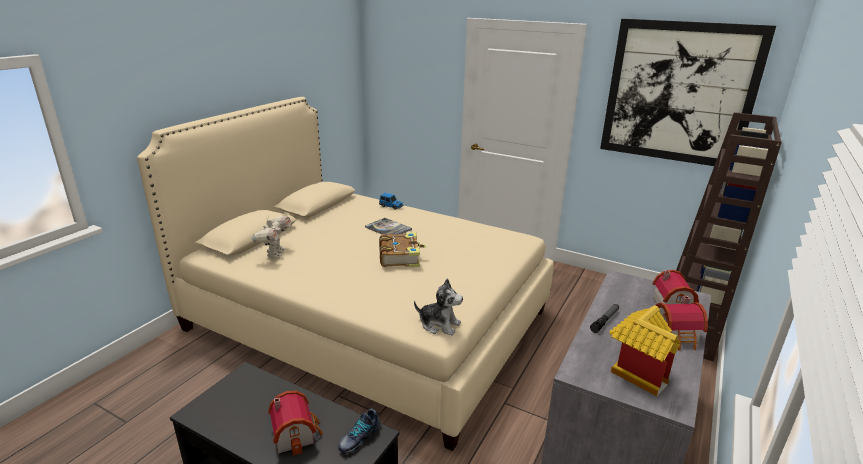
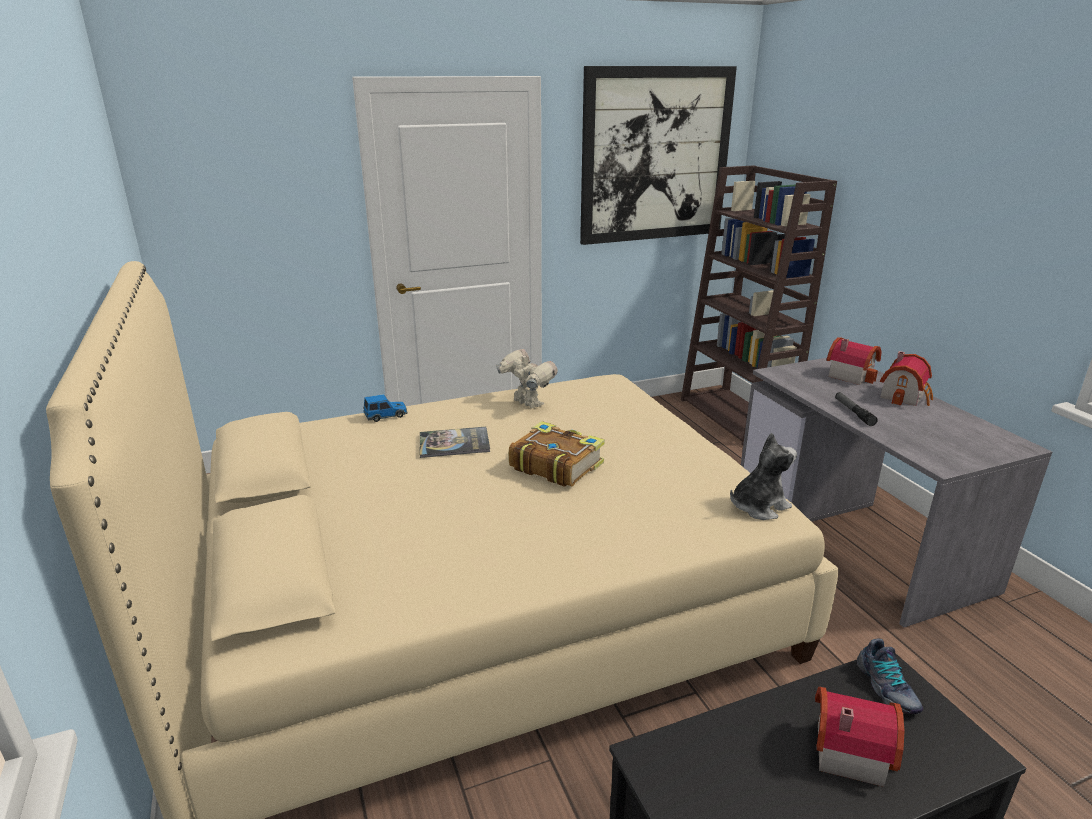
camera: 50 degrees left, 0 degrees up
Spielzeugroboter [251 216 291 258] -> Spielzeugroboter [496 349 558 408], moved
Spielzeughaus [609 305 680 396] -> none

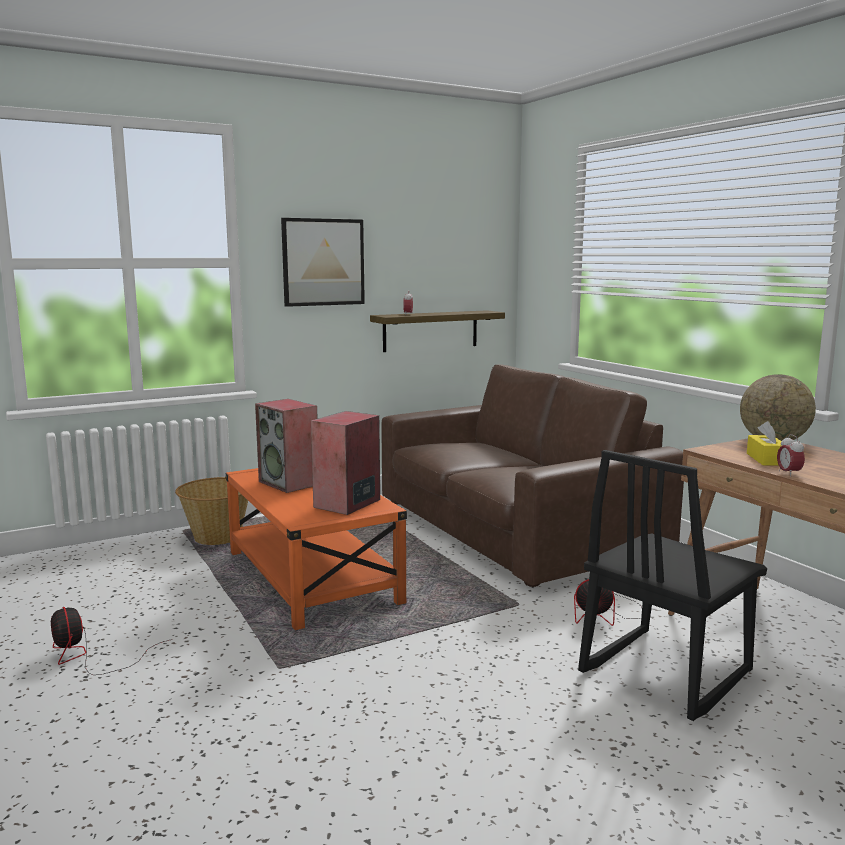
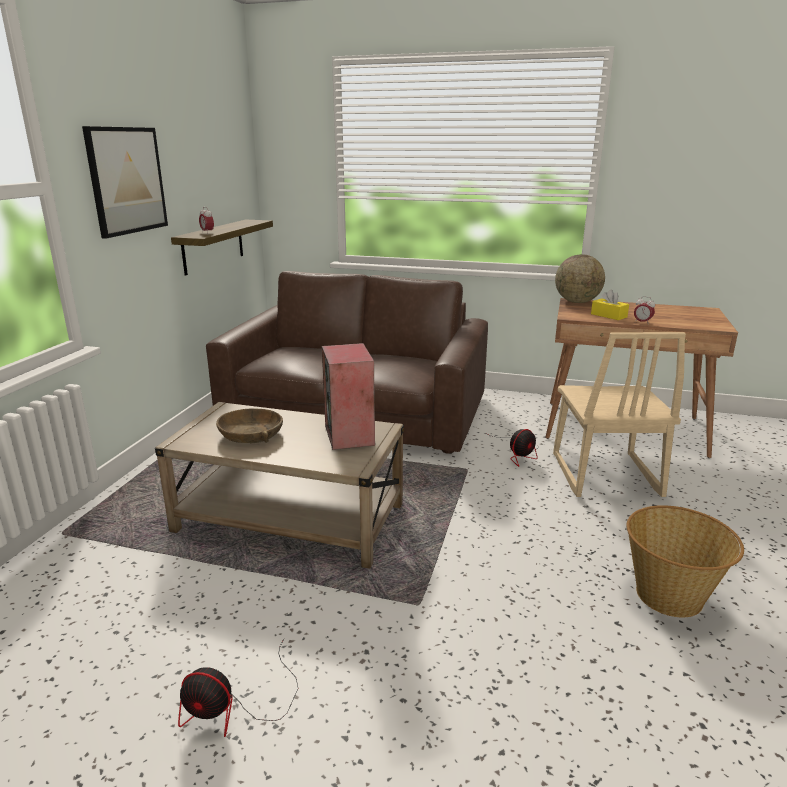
camera: 45 degrees left, 10 degrees up
Lautsprecher [255 399 318 493] -> Schüssel [braun] [216 408 283 443]
Stuhl [schwarz] [578 450 767 721] -> Stuhl [beige] [553 332 686 497]
Couchtisch [orange] [225 468 407 630] -> Couchtisch [beige] [155 402 404 569]
Korb [175 477 248 545] -> Korb [627 505 744 618], moved

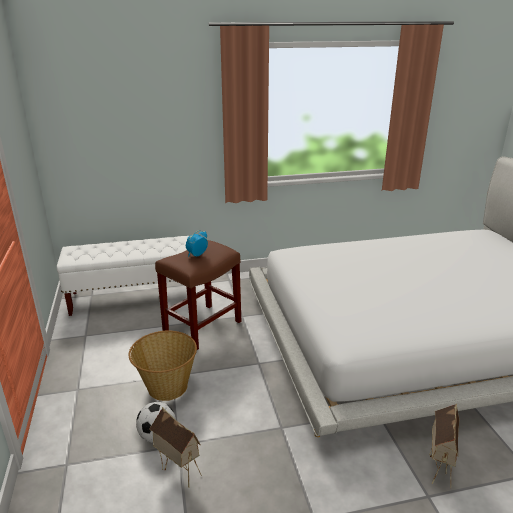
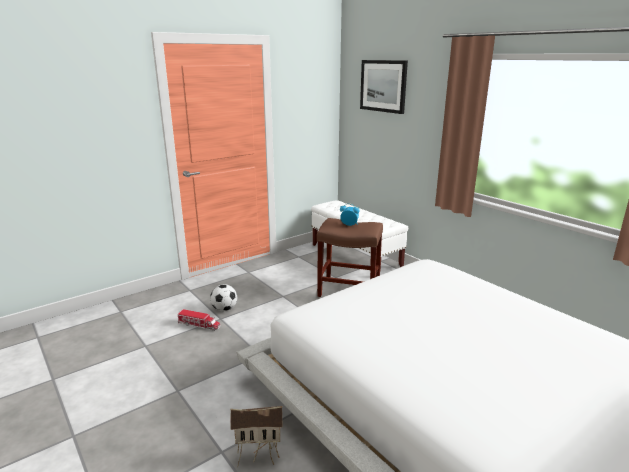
camera: 65 degrees right, 5 degrees down
Korb [129 331 197 401] -> none
Spielzeughaus [149 407 202 488] -> Spielzeuglaster [178 309 221 331]
none -> Bild [360 60 408 114]

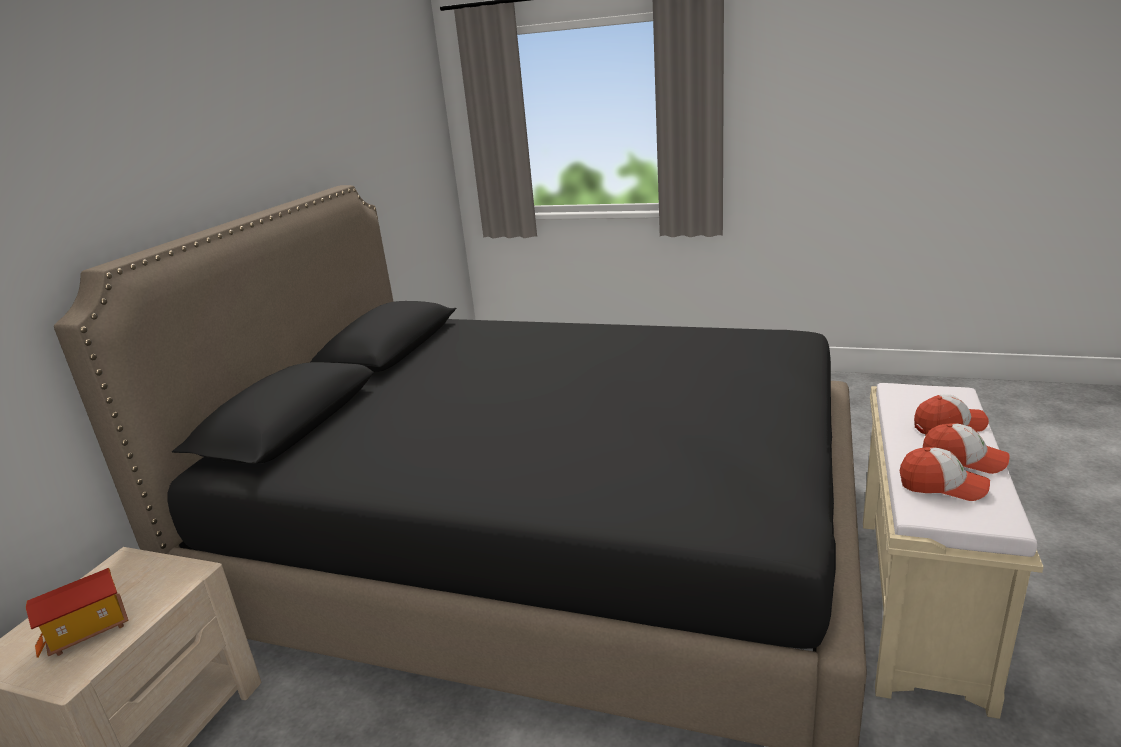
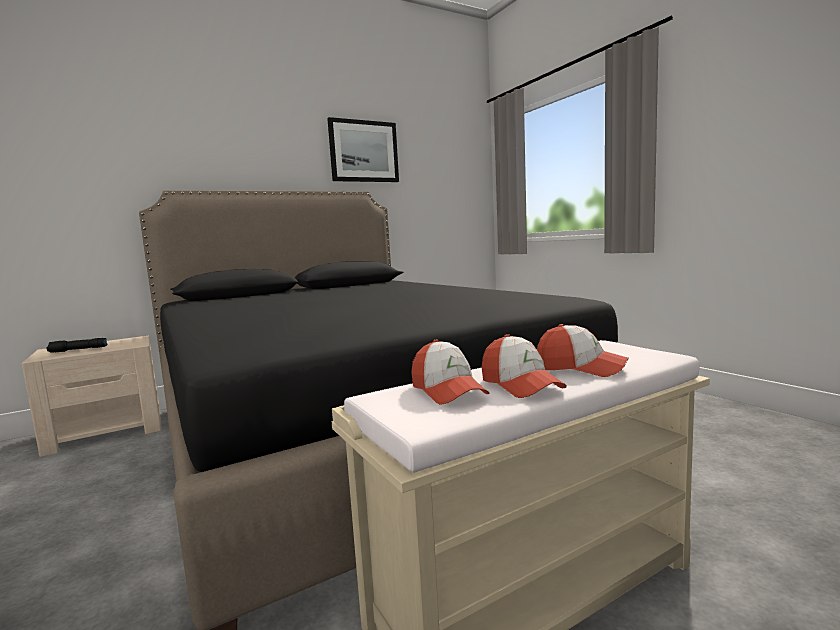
camera: 40 degrees right, 15 degrees down
Spielzeughaus [26 568 128 658] -> Taschenlampe [schwarz] [46 338 107 353]
none -> Bild [327 117 399 182]

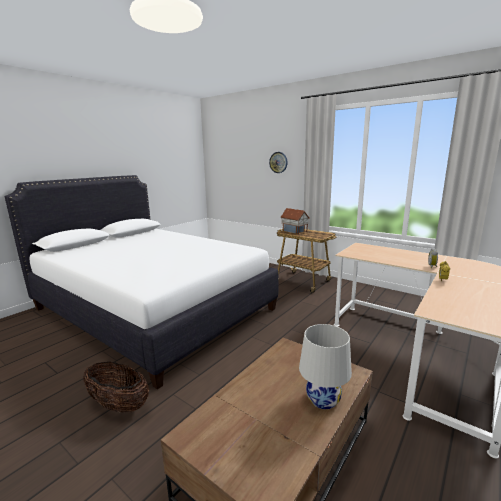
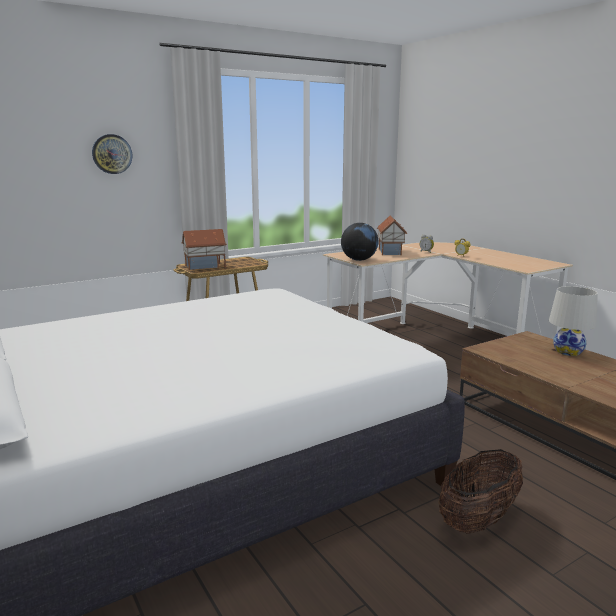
camera: 70 degrees left, 0 degrees up
none -> Spielzeughaus [377 215 407 255]
none -> Globus [341 223 379 261]

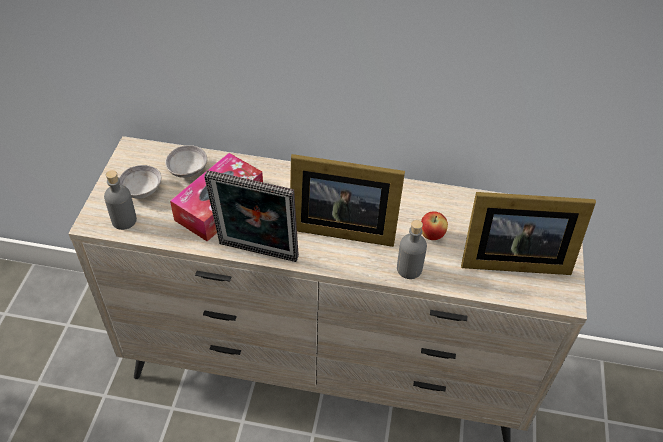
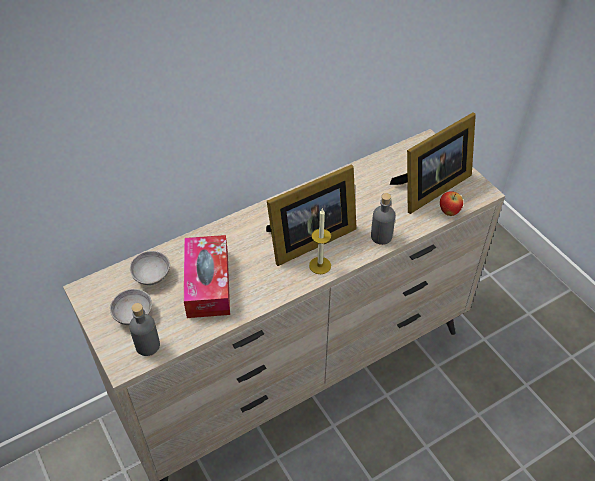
camera: 40 degrees left, 0 degrees up
Bilderrahmen [204 170 299 262] -> none
Apfel [421 211 448 240] -> Apfel [440 191 463 216], moved
none -> Kerze [309 208 331 274]

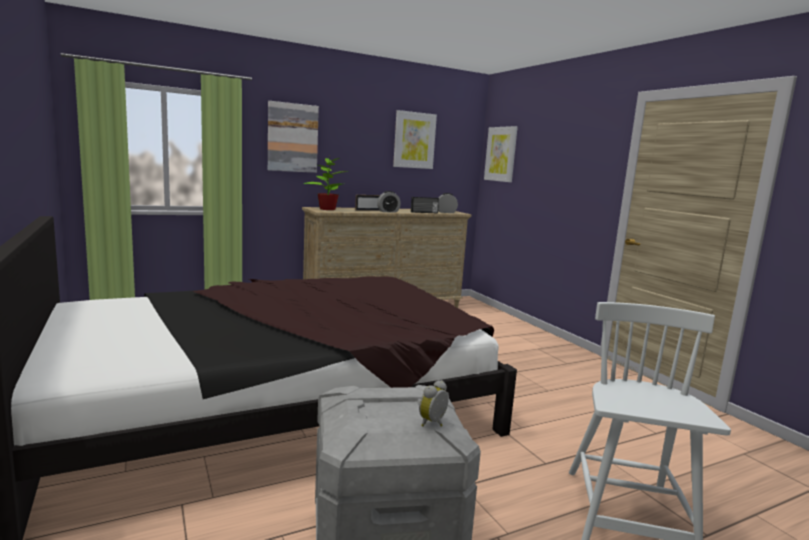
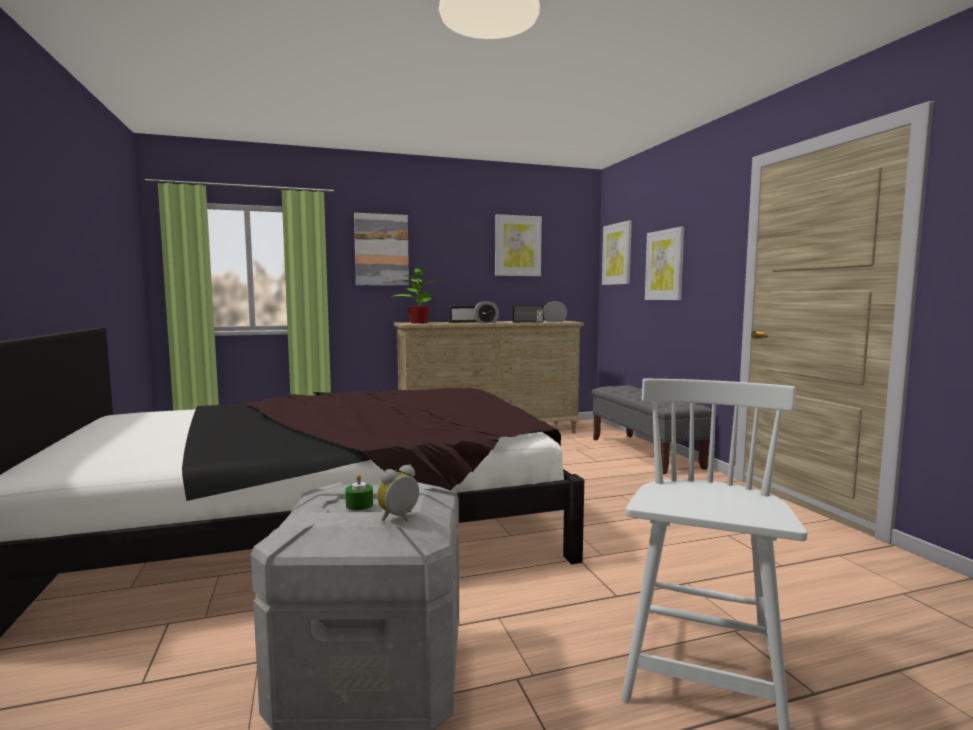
camera: 10 degrees right, 5 degrees down
none -> Bild [645 227 684 300]
none -> Bank [grau] [592 386 712 474]
none -> Kerze [grün] [345 474 373 510]

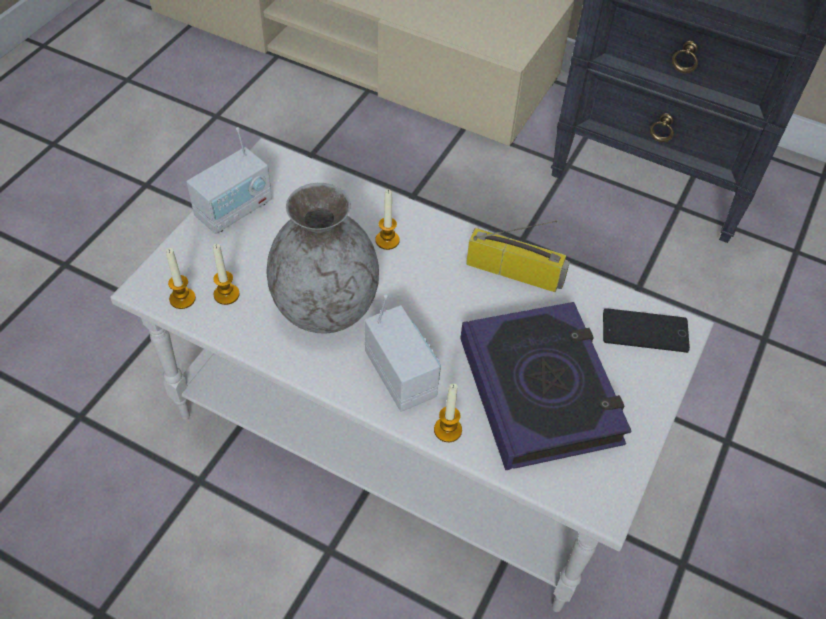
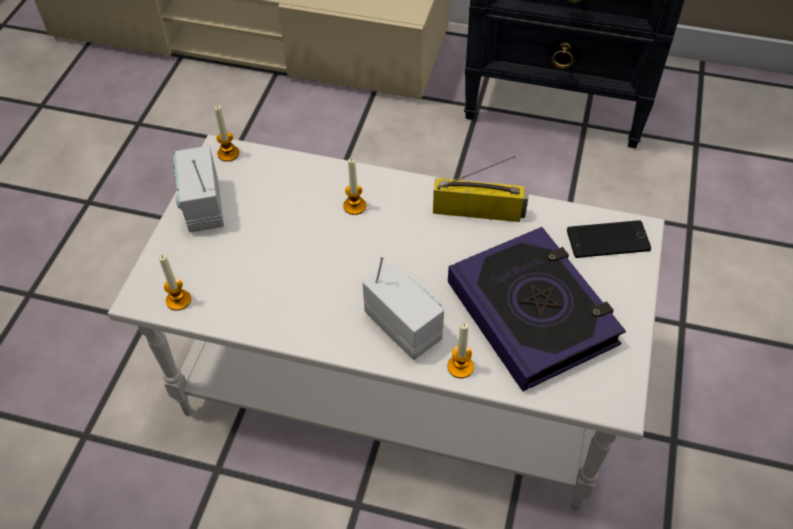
camera: 10 degrees left, 0 degrees up
Radio [186 127 272 234] -> Radio [173 146 224 232], 135 degrees clockwise
Vase [grau] [267 183 379 334] -> none
Kerze [213 244 240 305] -> Kerze [215 105 239 162], moved

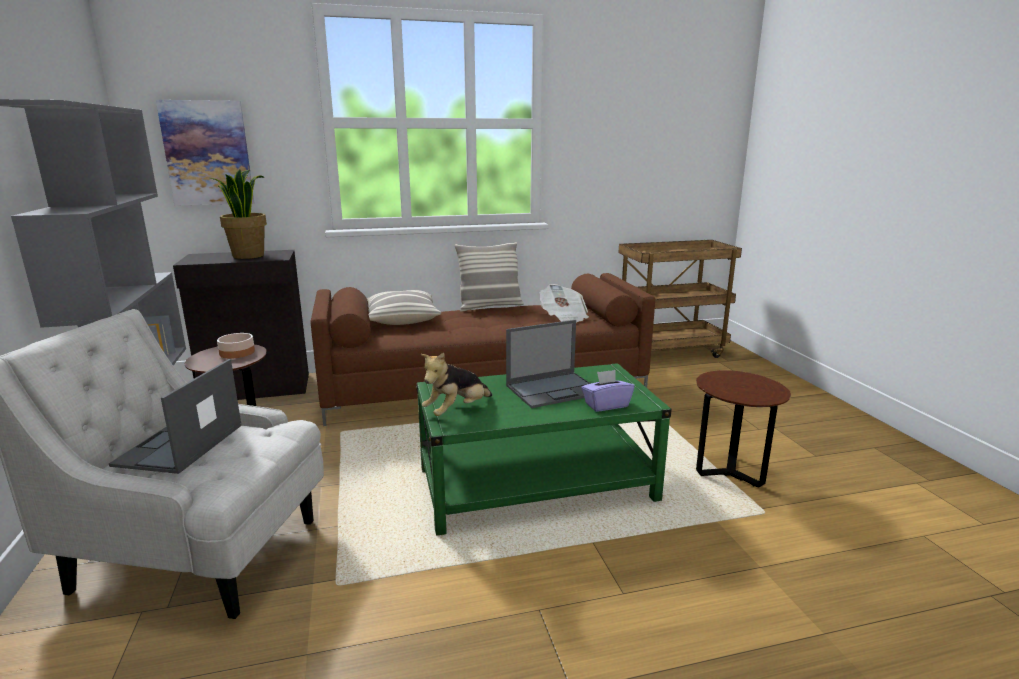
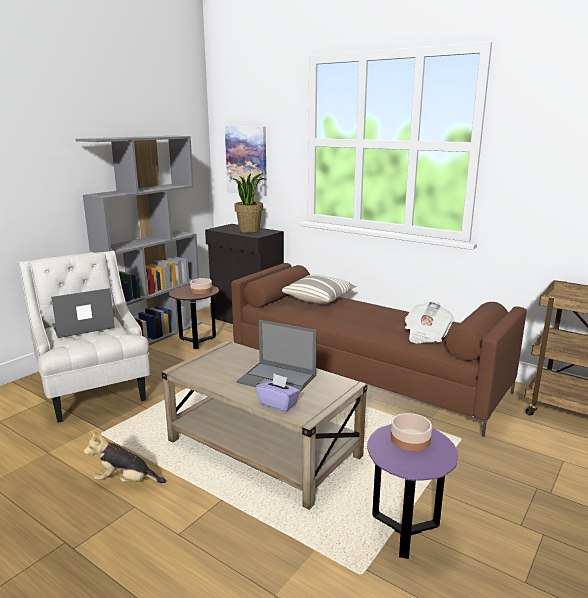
camera: 50 degrees right, 0 degrees up
Kissen [455 242 524 312] -> none
Plüschtier [421 353 492 416] -> Plüschtier [84 431 166 483], moved
Couchtisch [grün] [416 363 672 536] -> Couchtisch [beige] [162 340 367 510]
Beistelltisch [braun] [696 370 791 487] -> Beistelltisch [lila] [367 424 458 559]
none -> Schüssel [391 413 432 451]

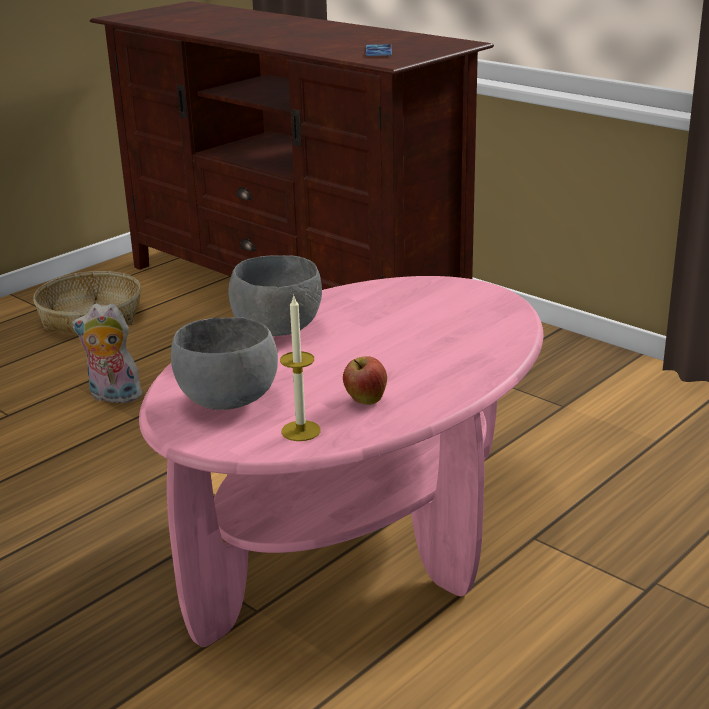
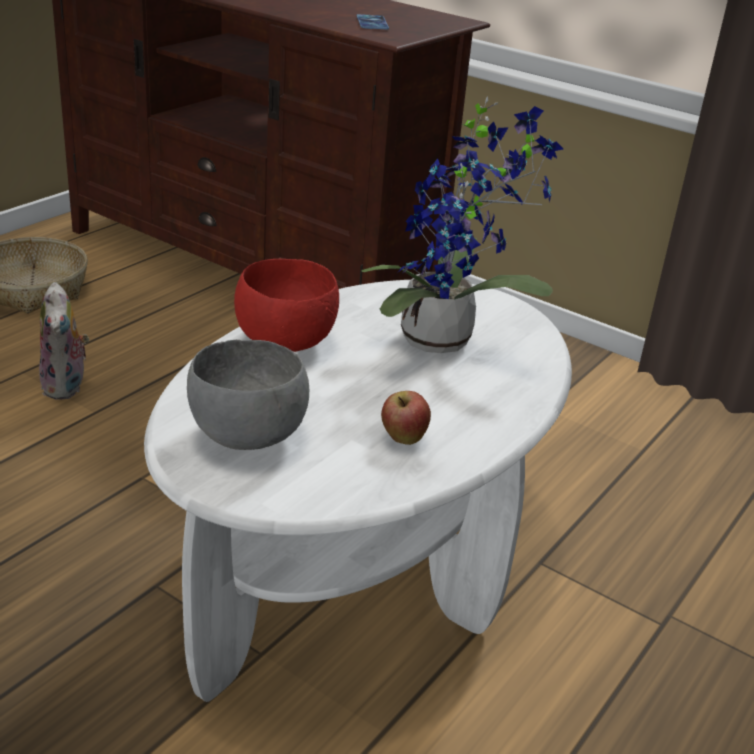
camera: 10 degrees left, 5 degrees up
Schüssel [grau] [228 255 322 336] -> Schüssel [rot] [234 259 339 352]
Couchtisch [rosa] [139 276 543 647] -> Couchtisch [weiß] [144 280 572 702]
Kerze [280 294 321 441] -> none
Plüschtier [72 303 148 403] -> Plüschtier [39 282 89 400], 105 degrees counterclockwise
none -> Topfpflanze [361 97 563 353]

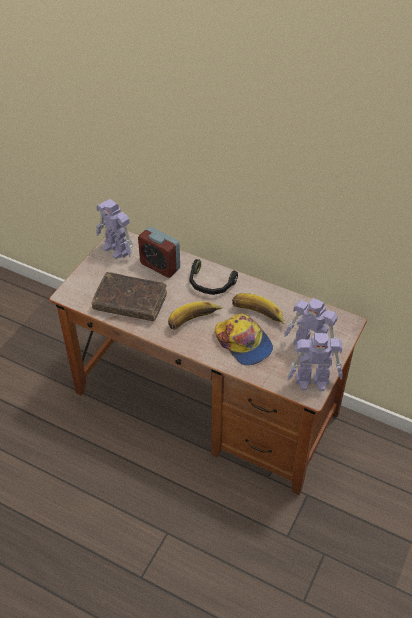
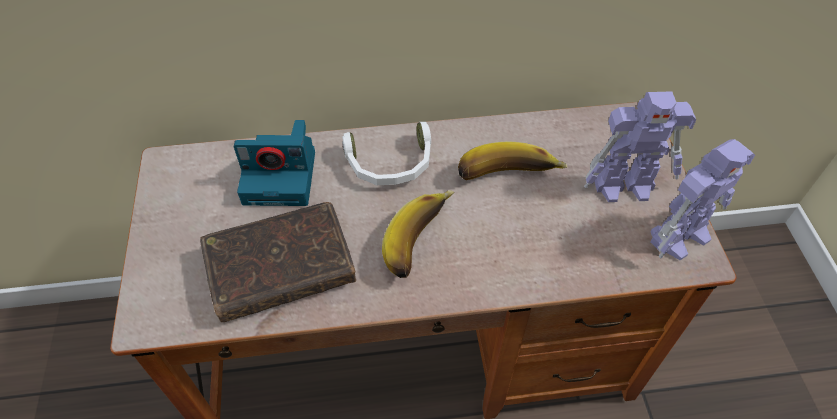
camera: 35 degrees left, 5 degrees up
Spielzeugroboter [96 199 133 259] -> none
Wecker [138 227 180 278] -> Kamera [234 120 315 206]
Kopfhörer [schwarz] [189 259 238 295] -> Kopfhörer [weiß] [342 122 431 185]
Kappe [215 313 273 366] -> none

